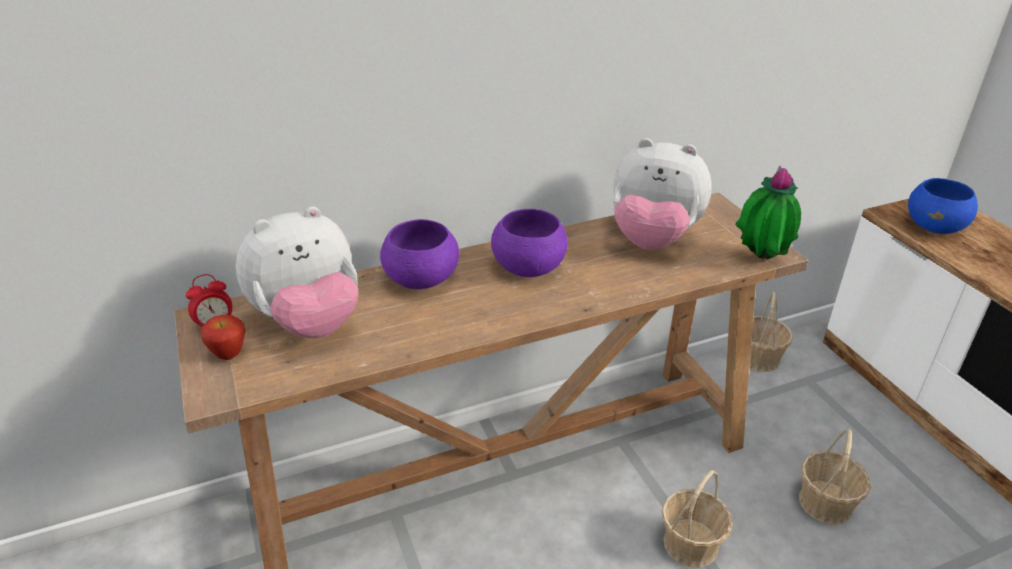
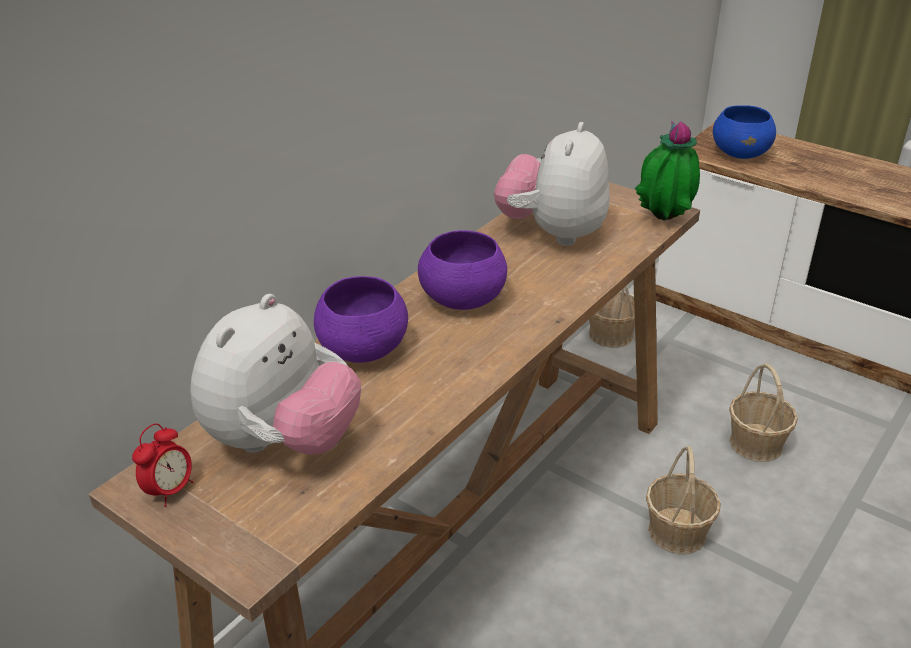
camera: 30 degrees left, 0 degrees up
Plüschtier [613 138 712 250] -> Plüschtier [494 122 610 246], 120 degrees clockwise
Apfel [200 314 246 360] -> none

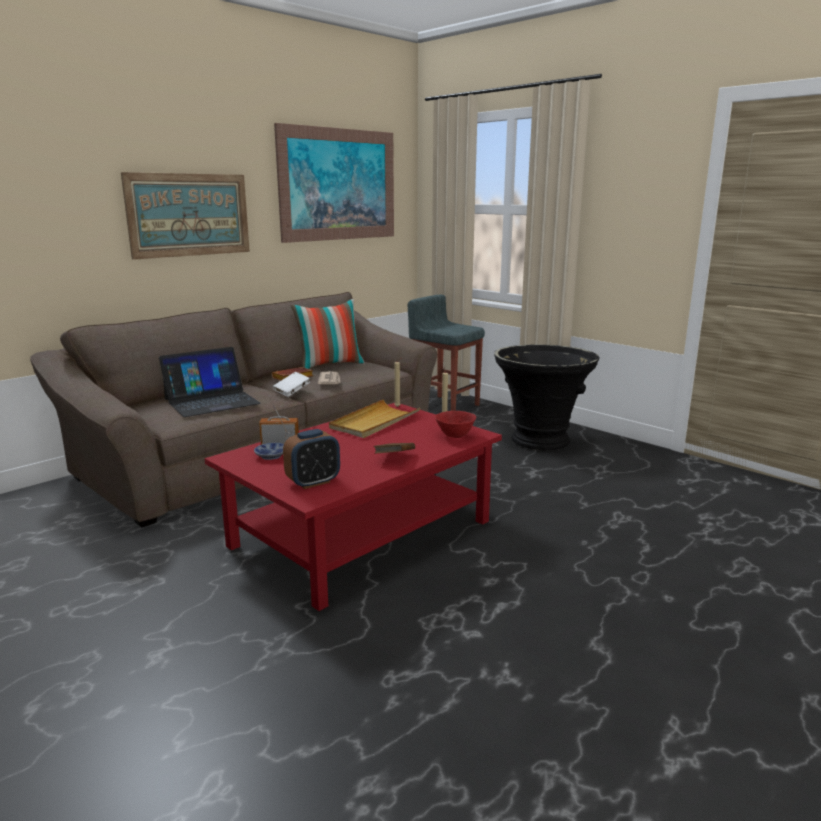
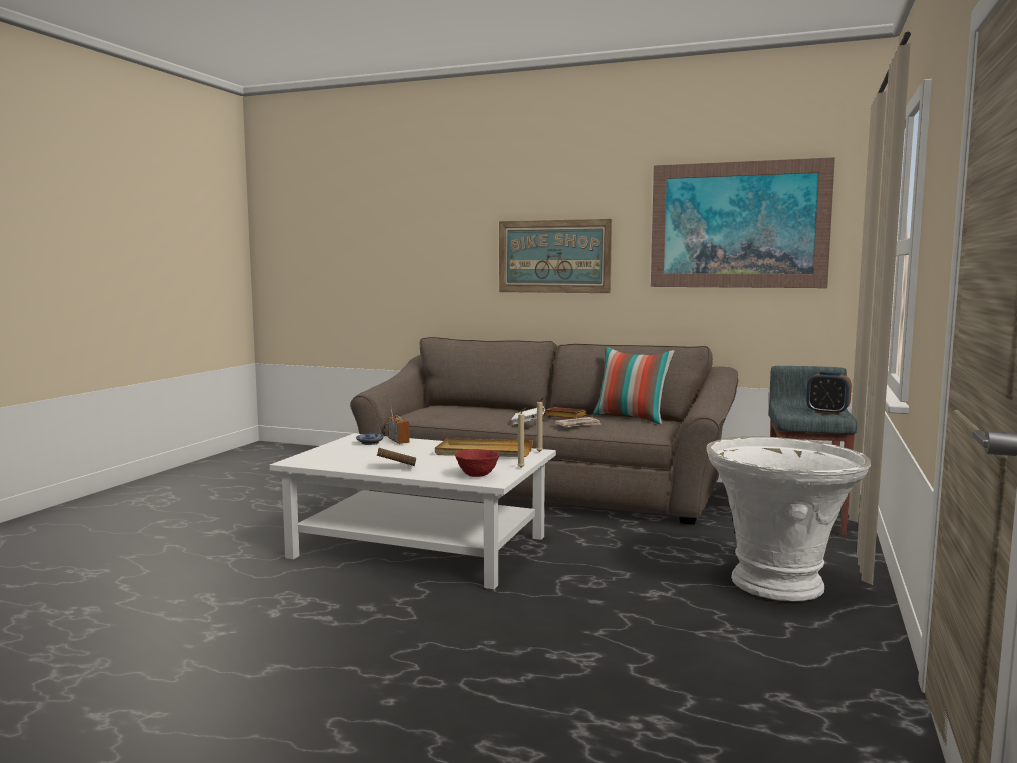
camera: 65 degrees right, 10 degrees down
Pflanzkübel [schwarz] [494 345 599 450] -> Pflanzkübel [weiß] [706 437 872 601]
Laptop [159 347 261 417] -> none
Couchtisch [rot] [205 403 502 611] -> Couchtisch [weiß] [270 434 556 589]
Wecker [283 429 340 489] -> Wecker [806 371 852 415], moved

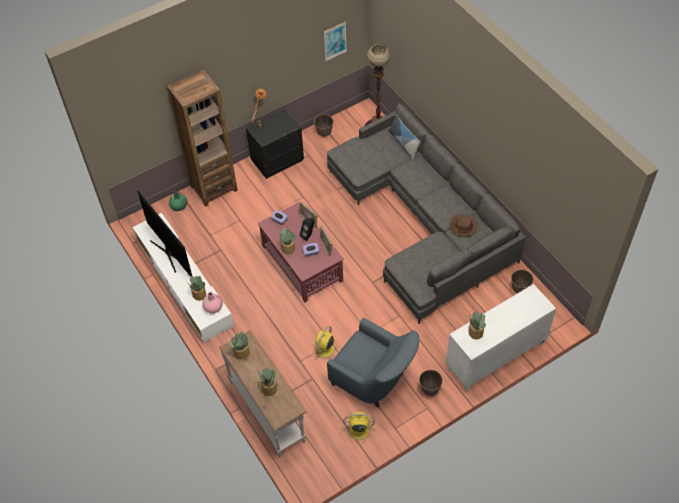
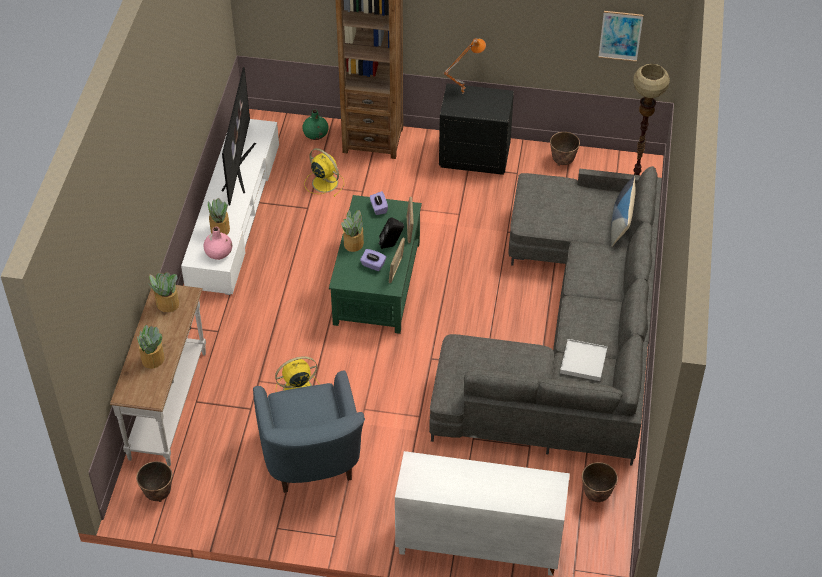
camera: 40 degrees right, 5 degrees down
Couchtisch [rot] [258 203 344 302] -> Couchtisch [grün] [329 195 422 334]
Hut [braun] [450 214 478 237] -> Tablett [weiß] [560 339 608 381]
Topfpflanze [469 311 486 339] -> none
Pflanzkübel [419 370 443 396] -> Pflanzkübel [136 461 172 502], moved
Ventilator [gelb] [344 412 376 445] -> Ventilator [gelb] [304 148 344 197], moved

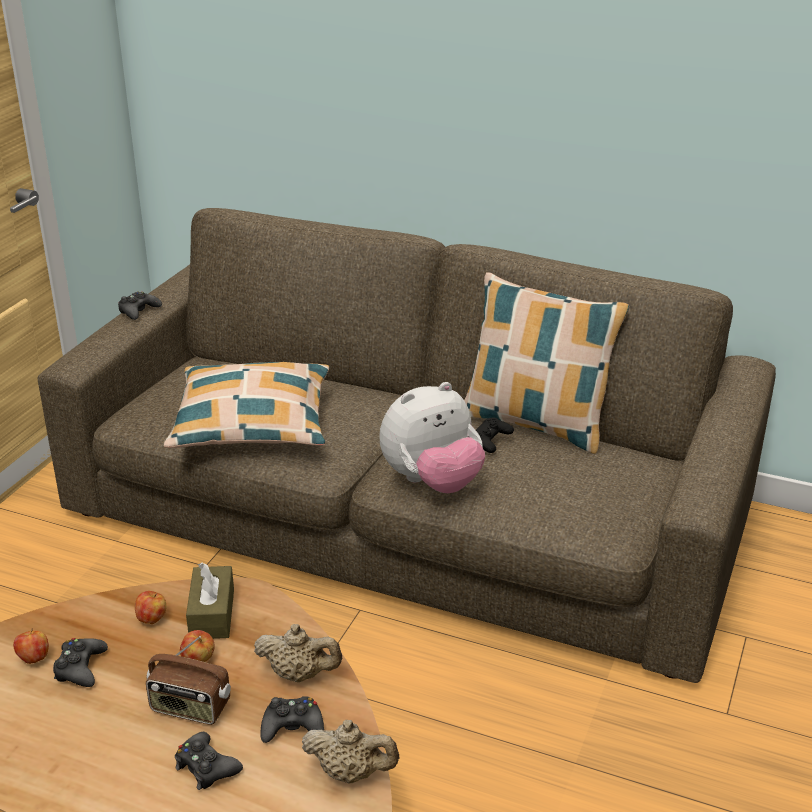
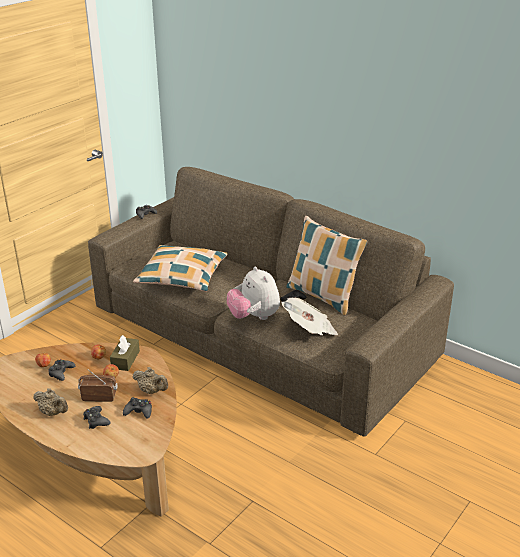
camera: 15 degrees right, 0 degrees up
Plüschtier [379 382 485 493] -> Plüschtier [227 267 280 320], 75 degrees clockwise
Radio [146 636 231 725] -> Radio [78 370 117 402], 150 degrees clockwise
Teekanne [beige] [302 720 399 784] -> Teekanne [beige] [33 388 68 416], moved
none -> Zeitung [281 298 338 336]

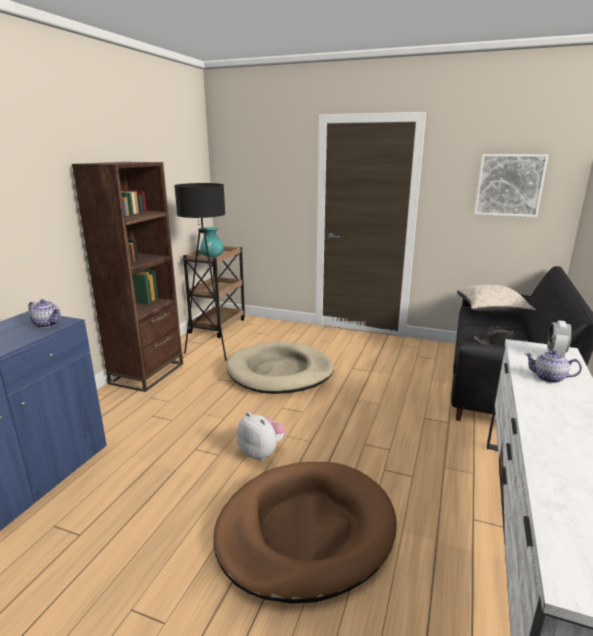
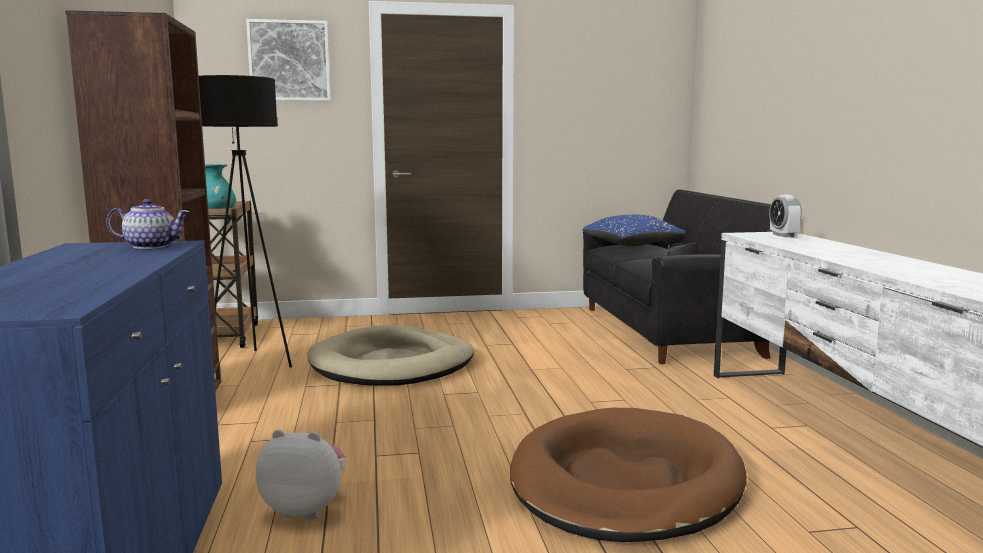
camera: 30 degrees left, 10 degrees down
Bild [474 154 549 217] -> Bild [246 19 331 101], moved
Kissen [beige] [457 285 536 313] -> Kissen [blau] [583 215 686 246]
Teekanne [525 350 582 383] -> none
Plüschtier [237 412 286 461] -> Plüschtier [256 429 345 520], moved

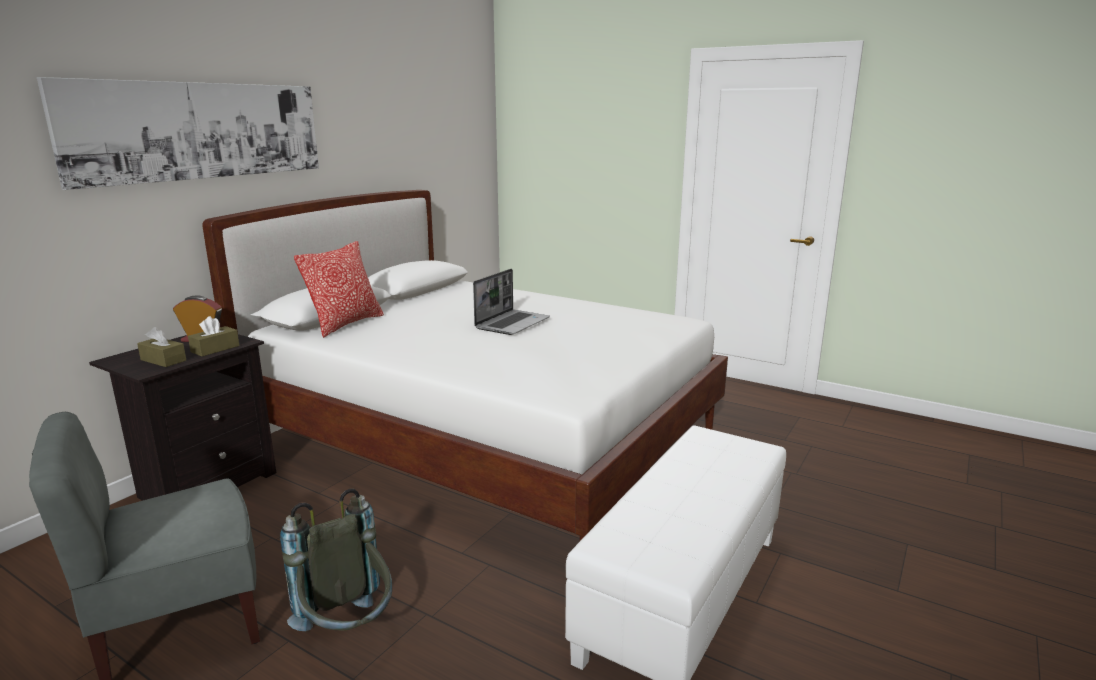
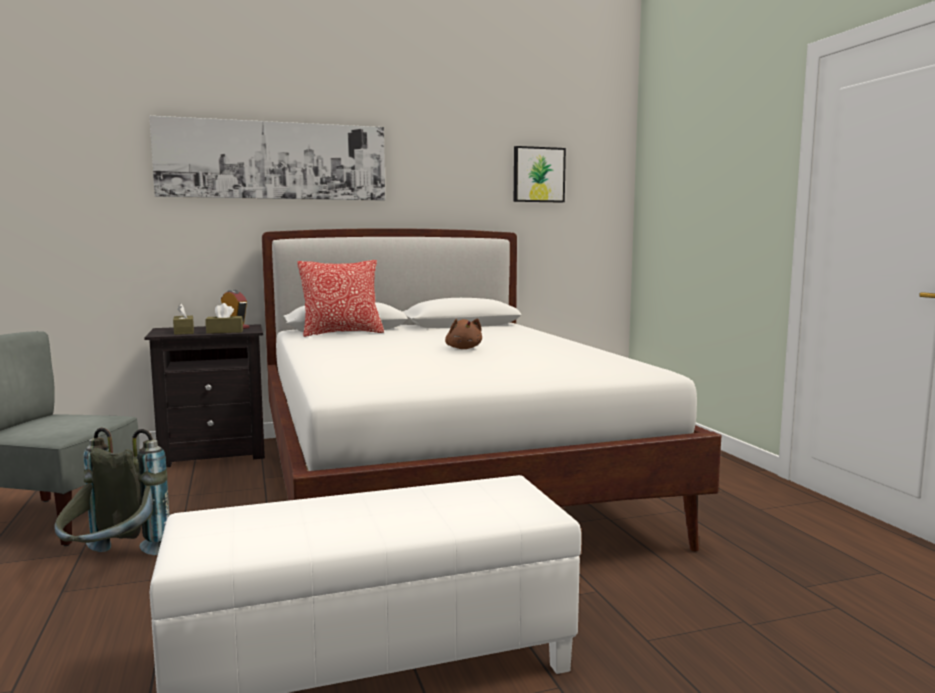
camera: 40 degrees right, 10 degrees down
Laptop [473 269 550 335] -> Plüschtier [braun] [445 318 482 349]
none -> Bild [514 146 566 203]

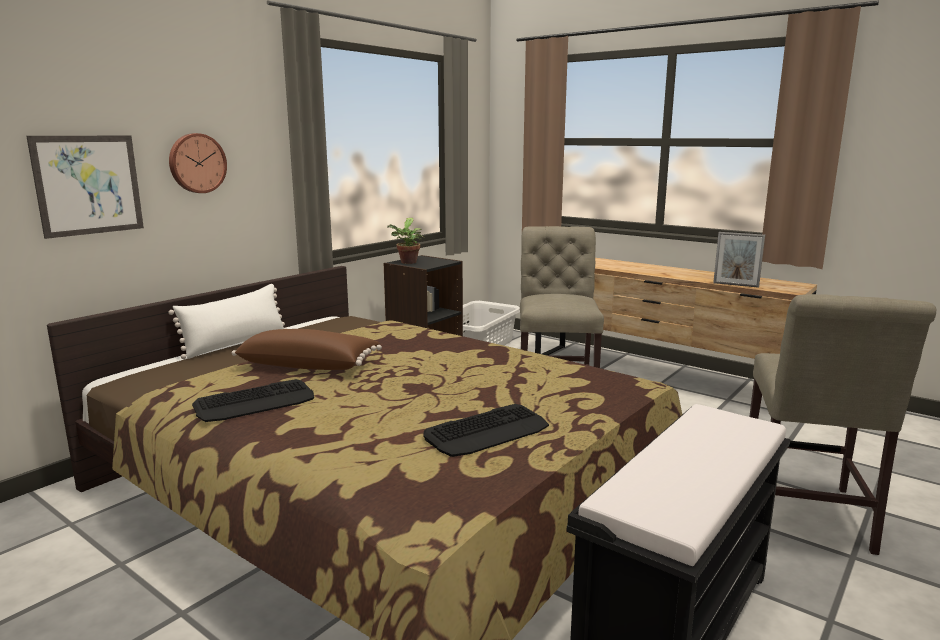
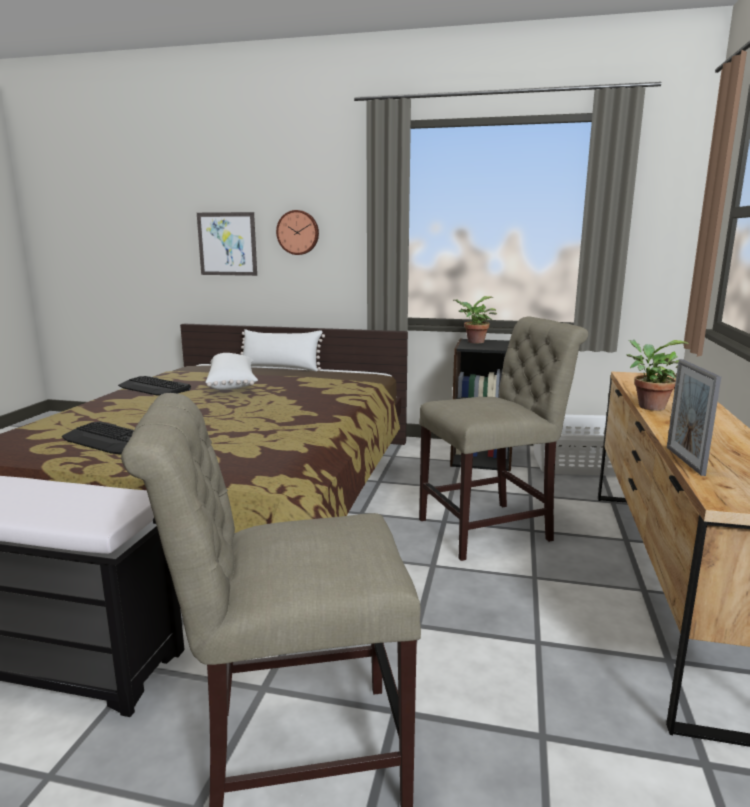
camera: 65 degrees right, 0 degrees up
Kissen [braun] [232 329 382 370] -> Kissen [weiß] [205 353 258 390]
none -> Topfpflanze [627 340 688 411]

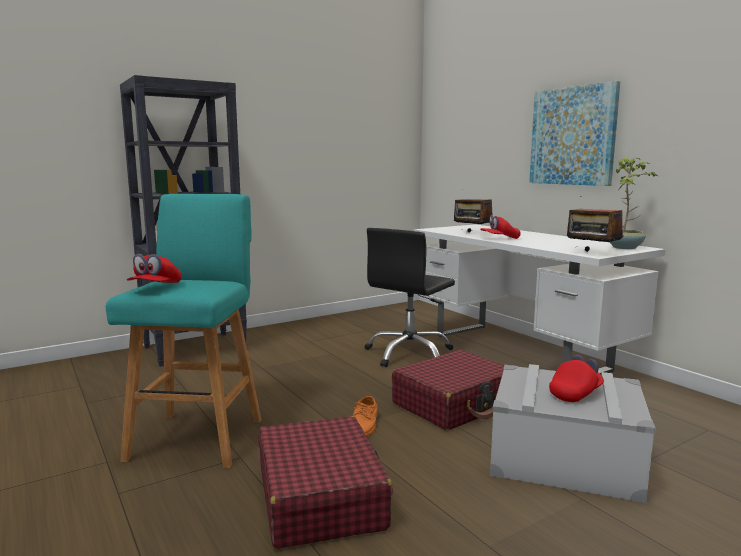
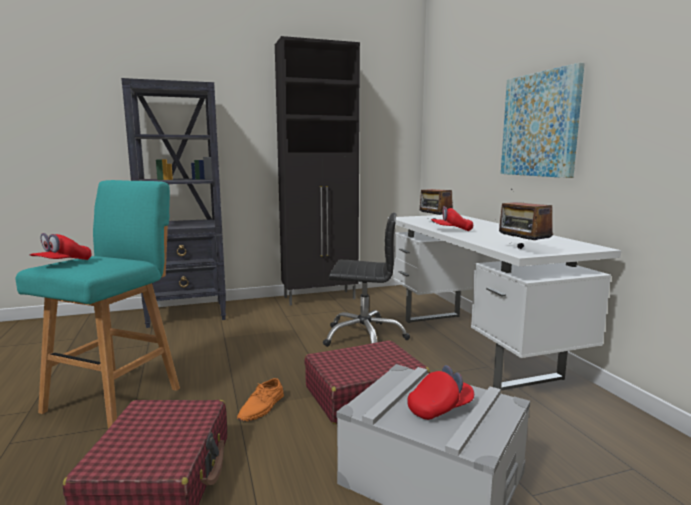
camera: 15 degrees right, 0 degrees up
Topfpflanze [610 158 658 249] -> none
Bürostuhl [schwarz] [364 228 455 367] -> Bürostuhl [schwarz] [323 213 410 347], 135 degrees counterclockwise
none -> Schrank [schwarz] [275 36 360 305]

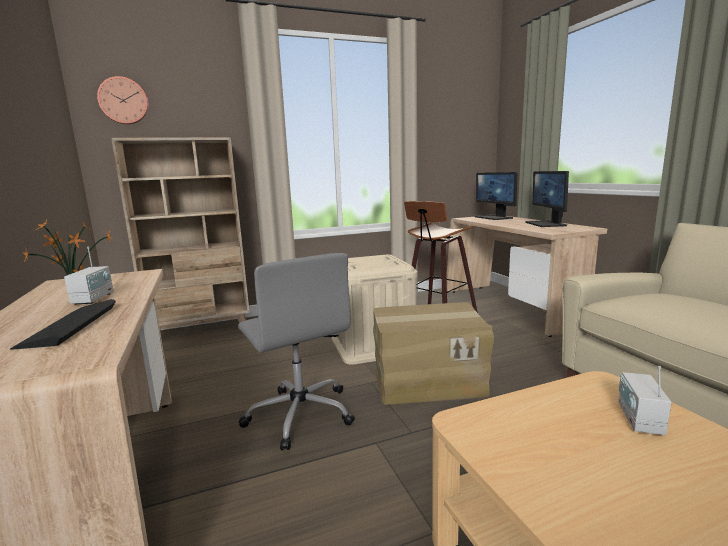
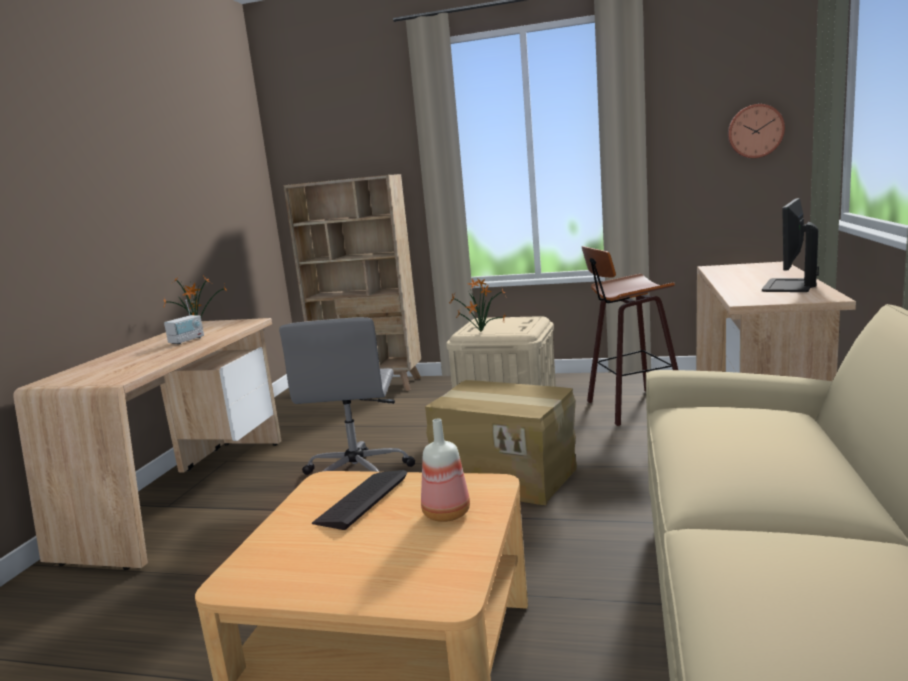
camera: 35 degrees right, 0 degrees up
Wanduhr [97 76 149 124] -> Wanduhr [728 104 785 158], moved
Monitor [475 172 517 220] -> none
Tastatur [10 299 116 350] -> Tastatur [312 470 407 530], moved
Radio [619 366 671 435] -> Flasche [421 418 470 522]
none -> Topfpflanze [449 278 506 332]

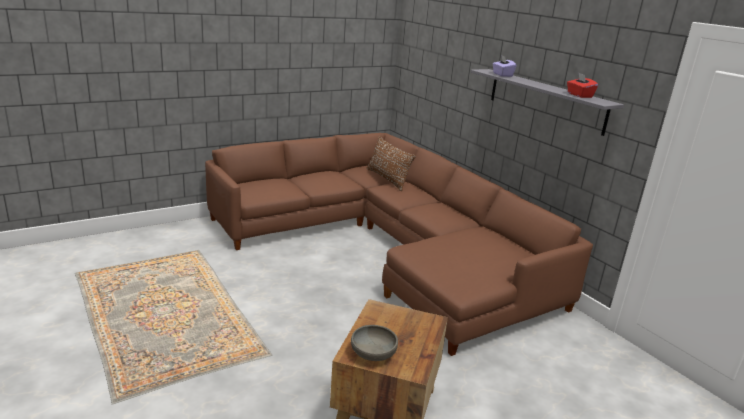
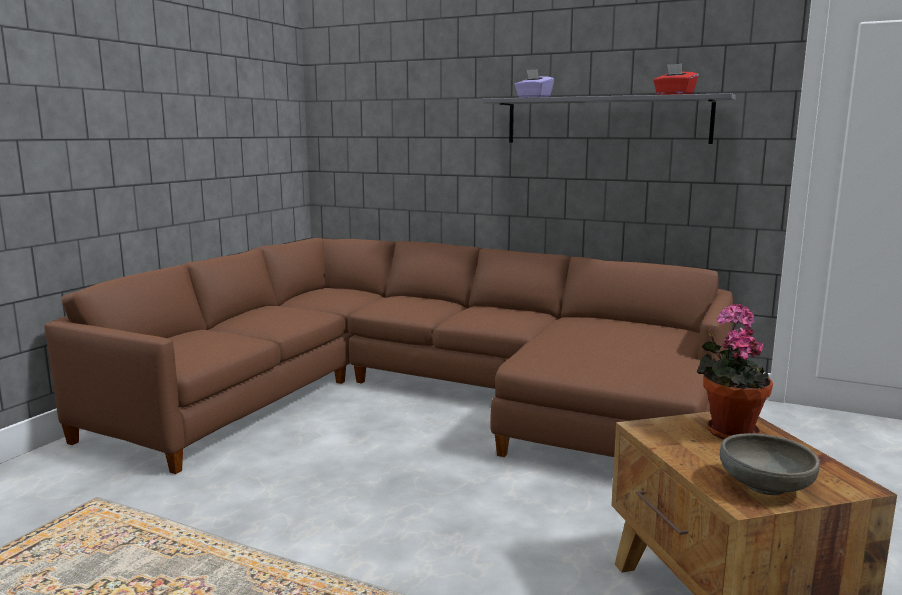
camera: 30 degrees left, 10 degrees down
Kissen [braun] [366 136 416 191] -> none
none -> Topfpflanze [697 304 773 440]

